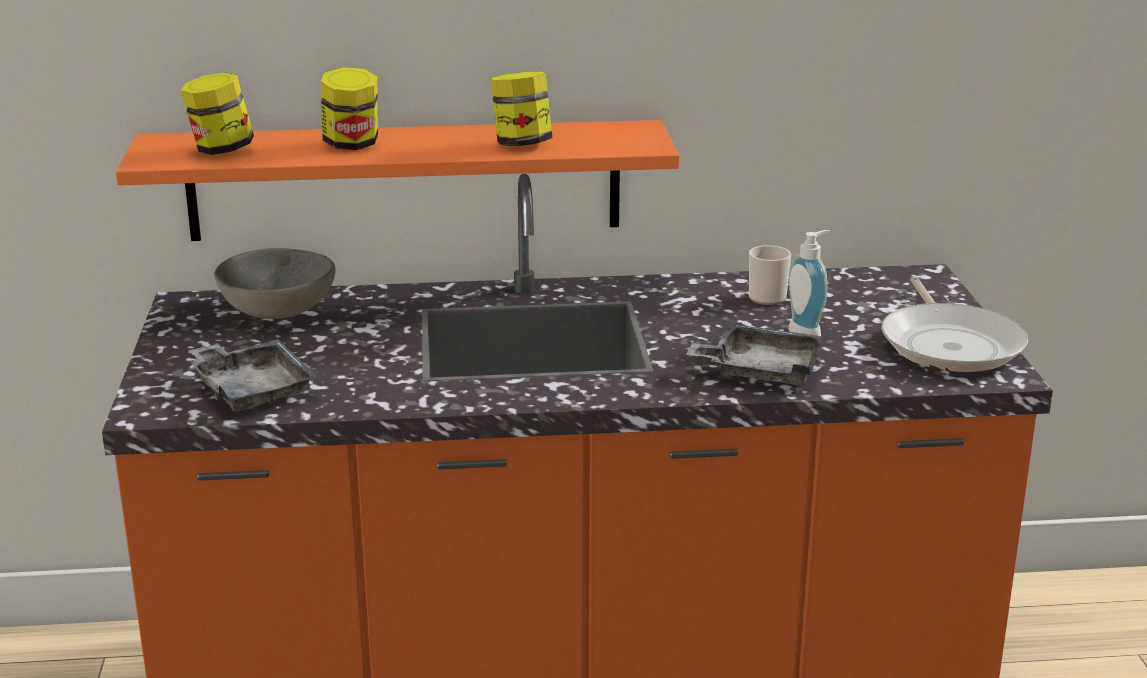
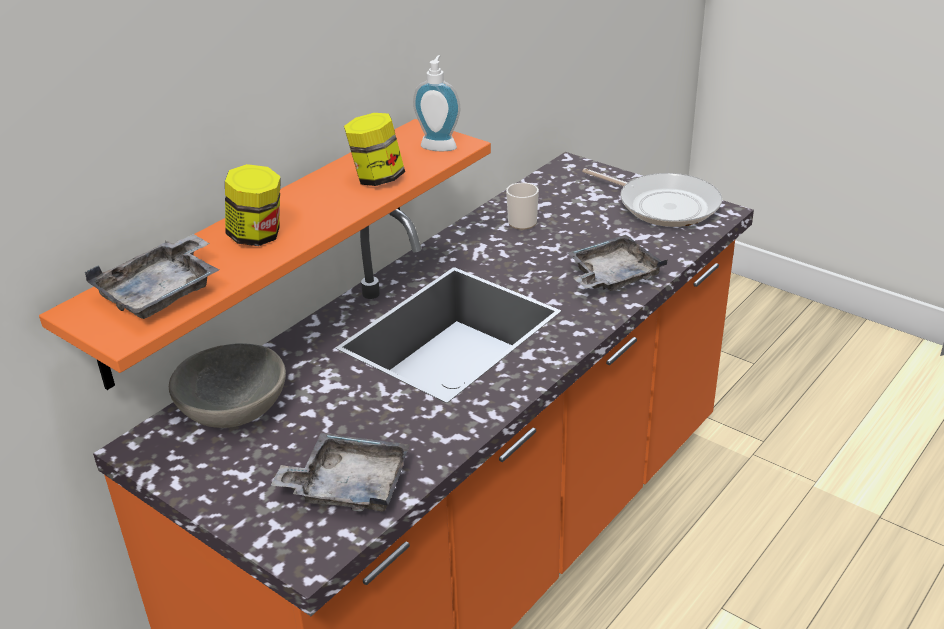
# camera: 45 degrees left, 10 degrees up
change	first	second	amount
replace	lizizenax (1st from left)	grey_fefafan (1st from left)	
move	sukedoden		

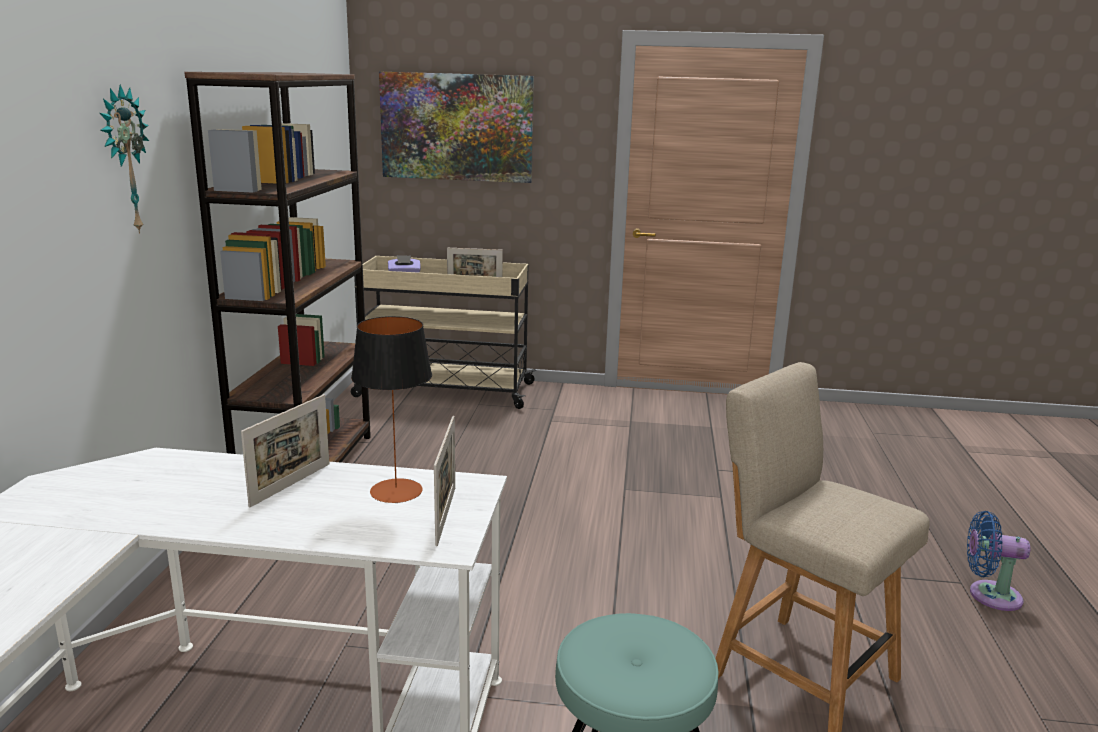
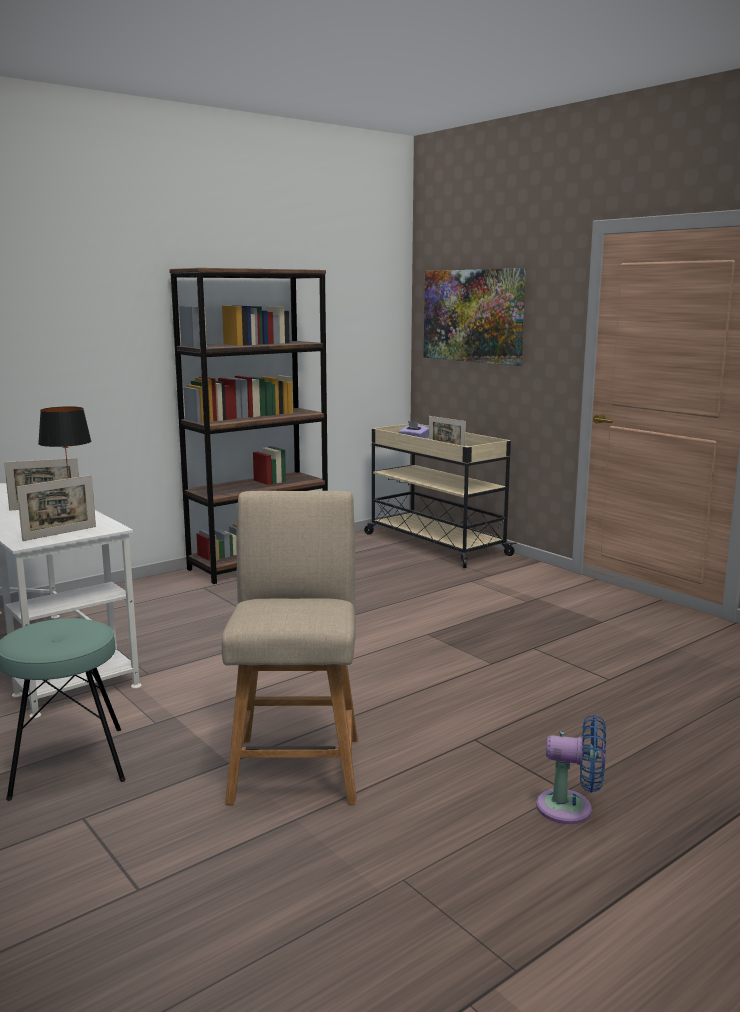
# camera: 45 degrees right, 5 degrees down
change	first	second	amount
delete	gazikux		
rotate	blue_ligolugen		135 degrees clockwise

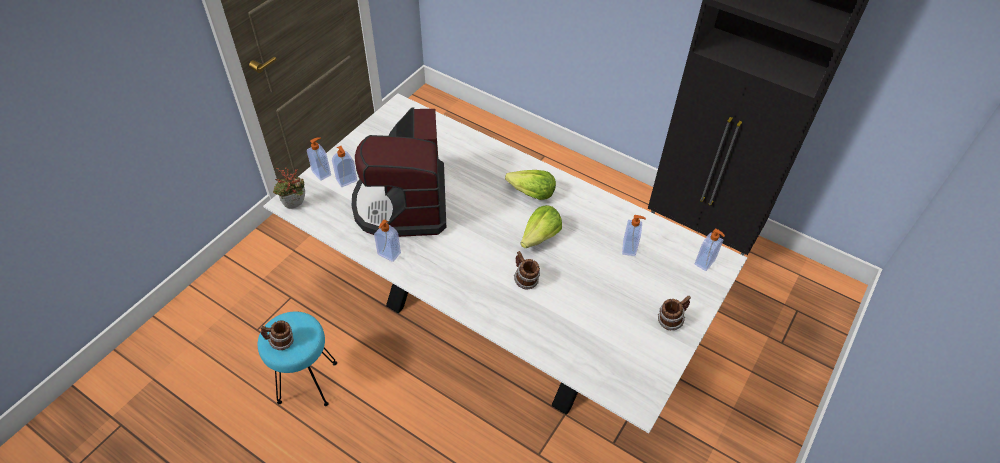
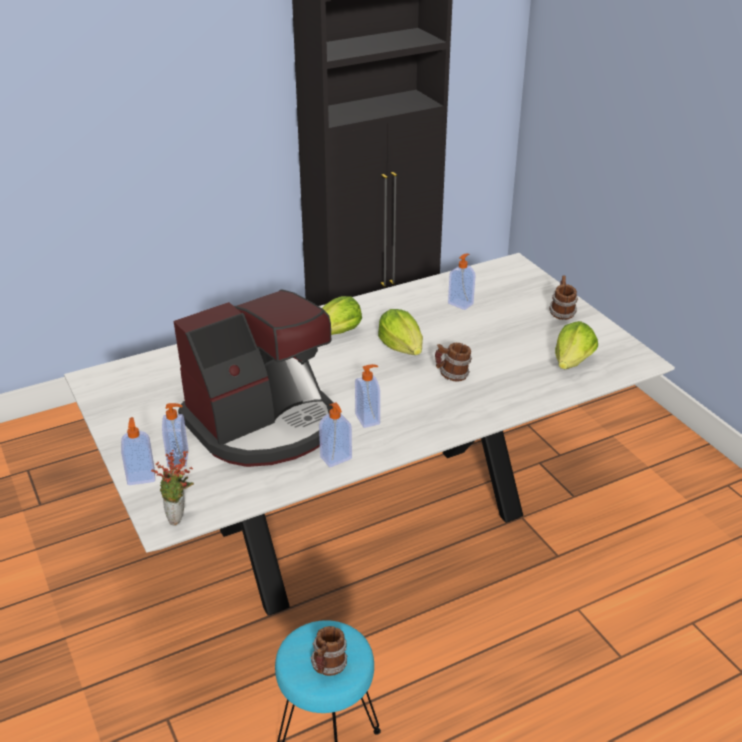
# camera: 60 degrees left, 15 degrees down
change	first	second	amount
rotate	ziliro		60 degrees counterclockwise
move	sukedoden (5th from left in the first image)	sukedoden (4th from left)	
insert		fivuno (3rd from left)	

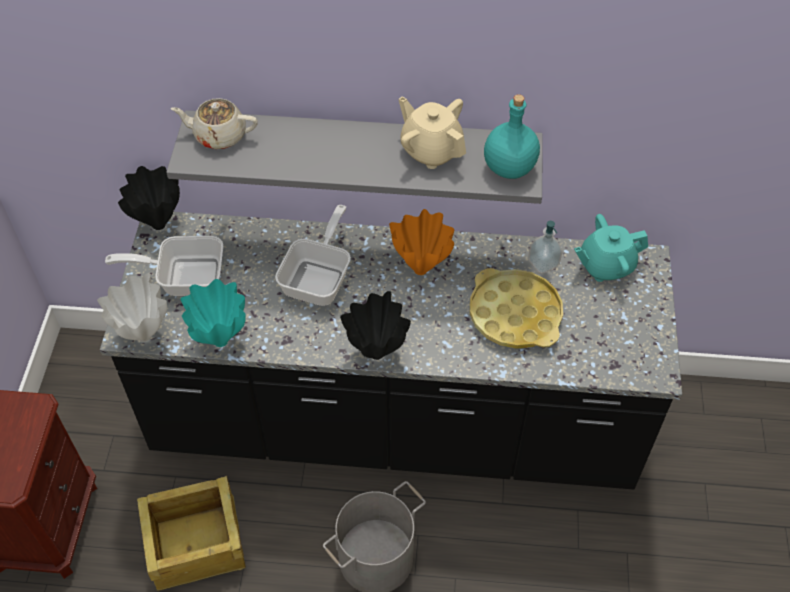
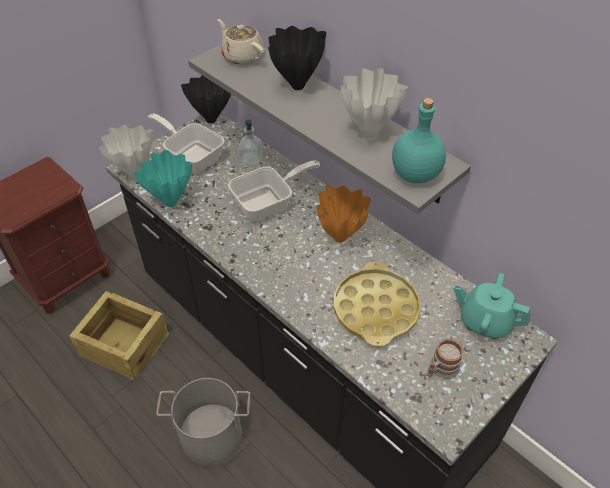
# camera: 40 degrees right, 5 degrees down
change	first	second	amount
replace	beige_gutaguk (2nd from left)	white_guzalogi (2nd from left)	
move	sukedoden		
move	black_guzalogi (2nd from left)		
insert		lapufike	

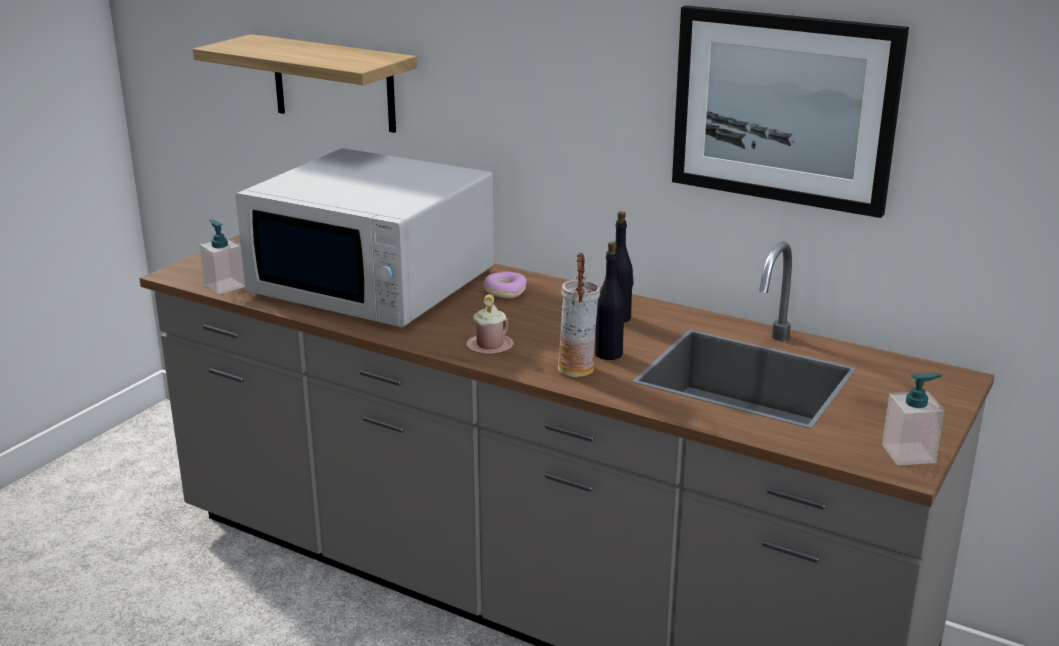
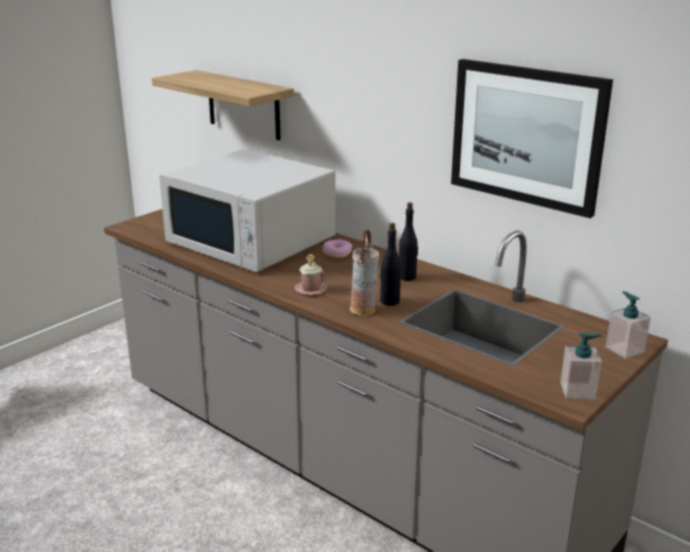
# camera: 10 degrees right, 0 degrees up
change	first	second	amount
move	sukedoden (1st from left in the first image)	sukedoden (2nd from left)	

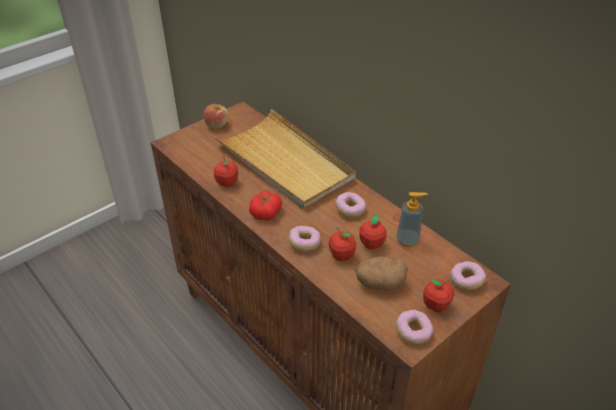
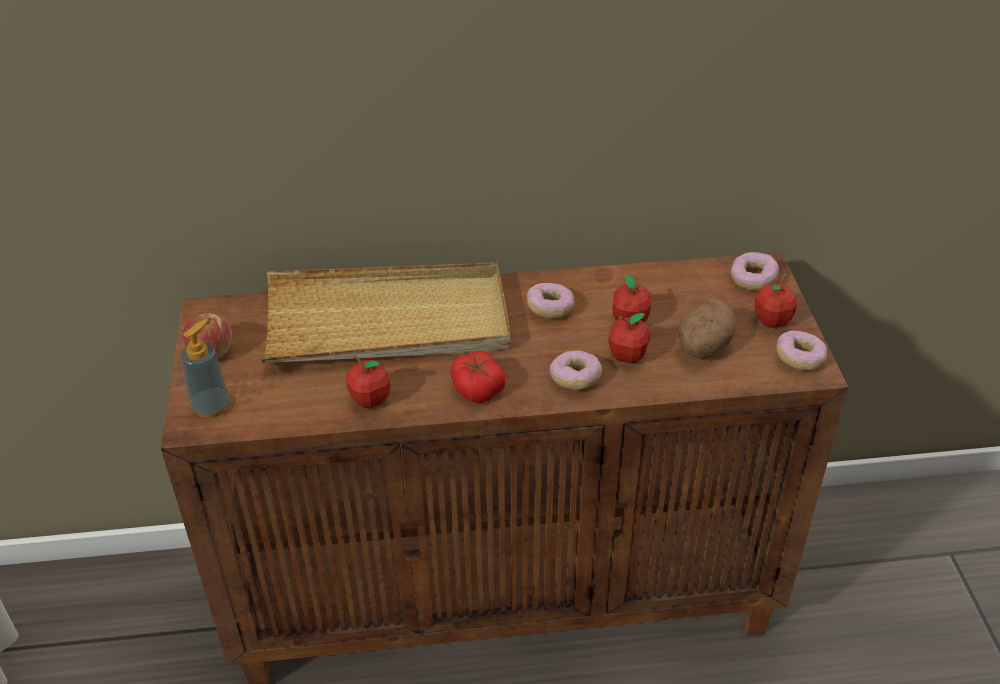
# camera: 55 degrees left, 0 degrees up
change	first	second	amount
move	sukedoden		

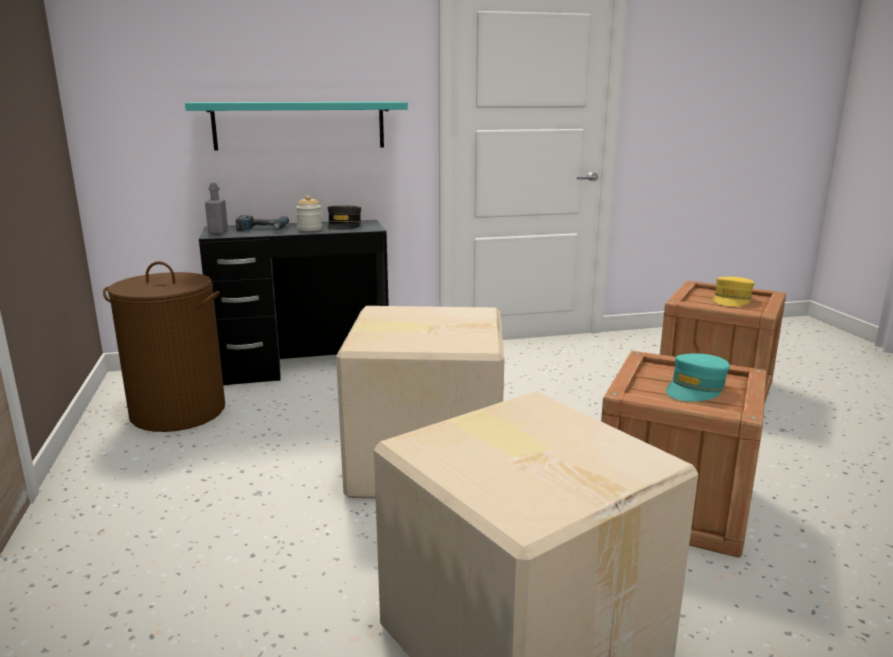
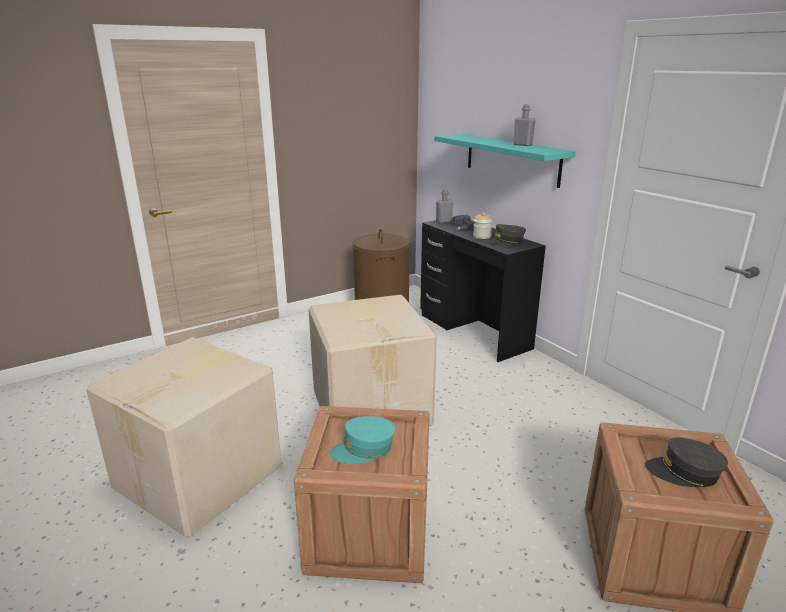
# camera: 70 degrees right, 5 degrees up
change	first	second	amount
recolor	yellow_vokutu	grey_vokutu (2nd from left)	
rotate	turquoise_vokutu		45 degrees counterclockwise
insert		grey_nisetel (2nd from left)	

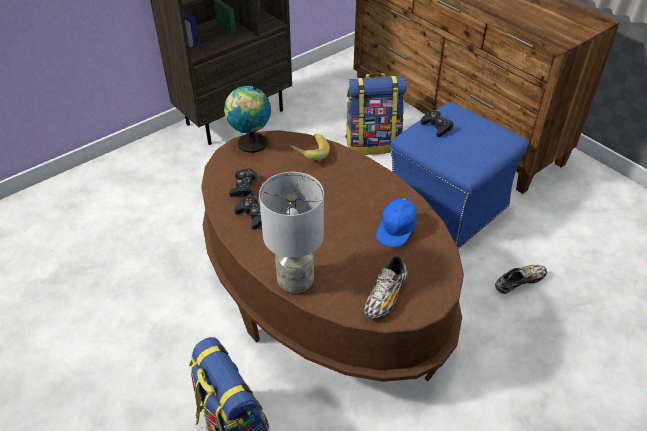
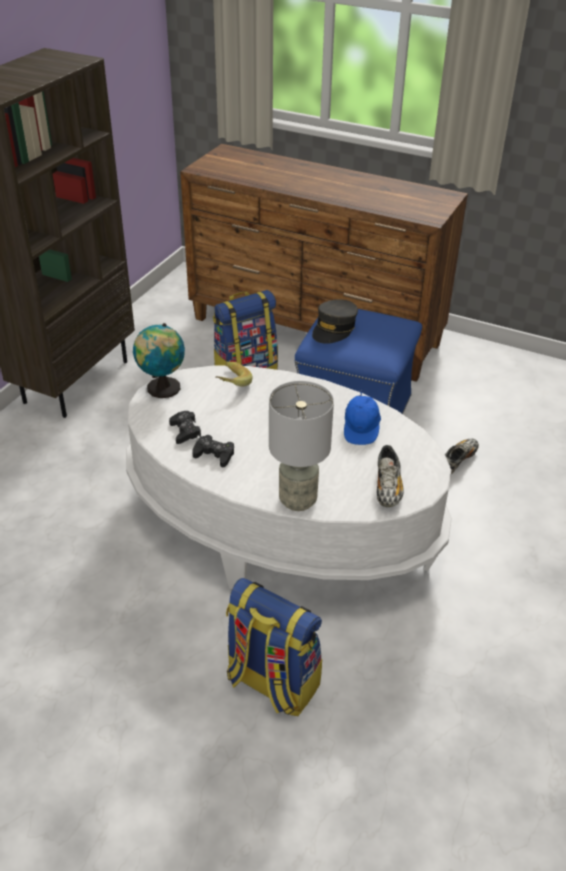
# camera: 25 degrees left, 5 degrees down
change	first	second	amount
replace	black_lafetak (3rd from left)	grey_vokutu	
recolor	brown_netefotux	white_netefotux	

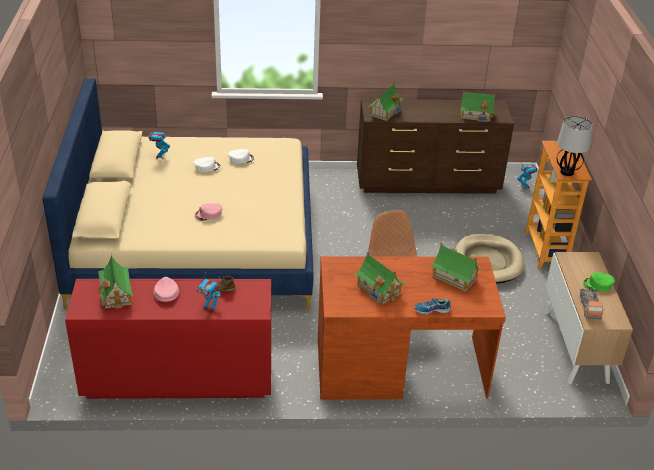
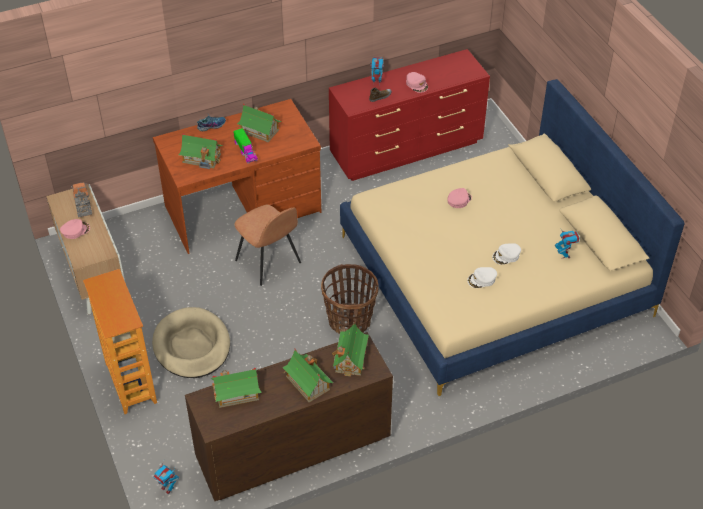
# camera: 160 degrees right, 10 degrees up
change	first	second	amount
delete	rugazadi		
move	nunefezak (1st from left in the first image)	nunefezak (4th from left)	
recolor	green_vokutu	pink_vokutu (1st from left)	
insert		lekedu (2nd from left)	
insert		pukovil	

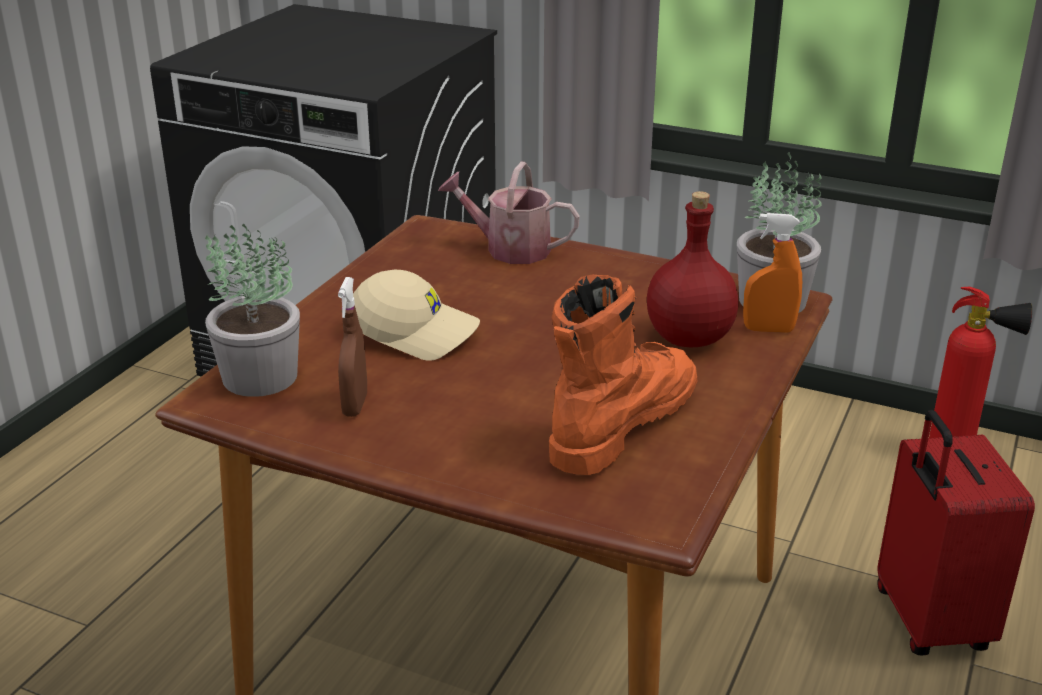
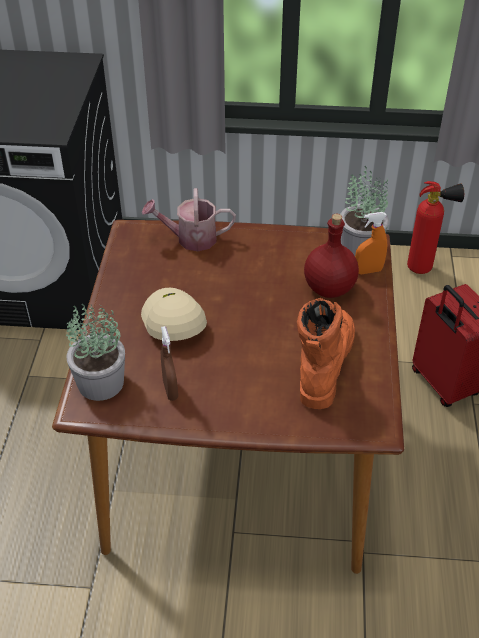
# camera: 20 degrees left, 15 degrees up
change	first	second	amount
rotate	beige_vokutu		105 degrees counterclockwise

